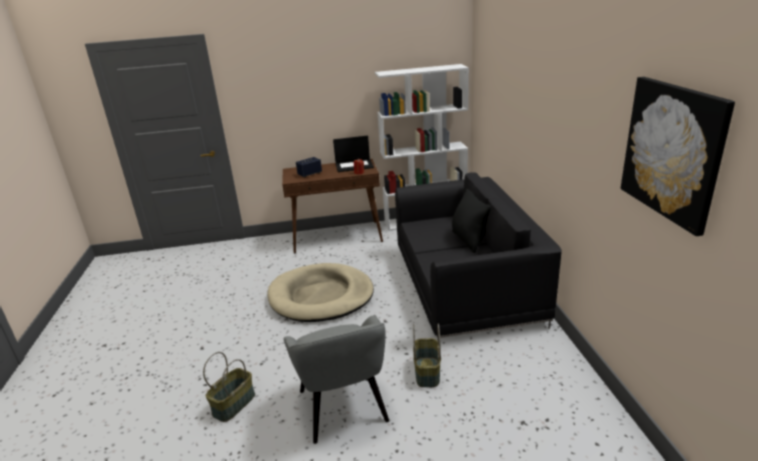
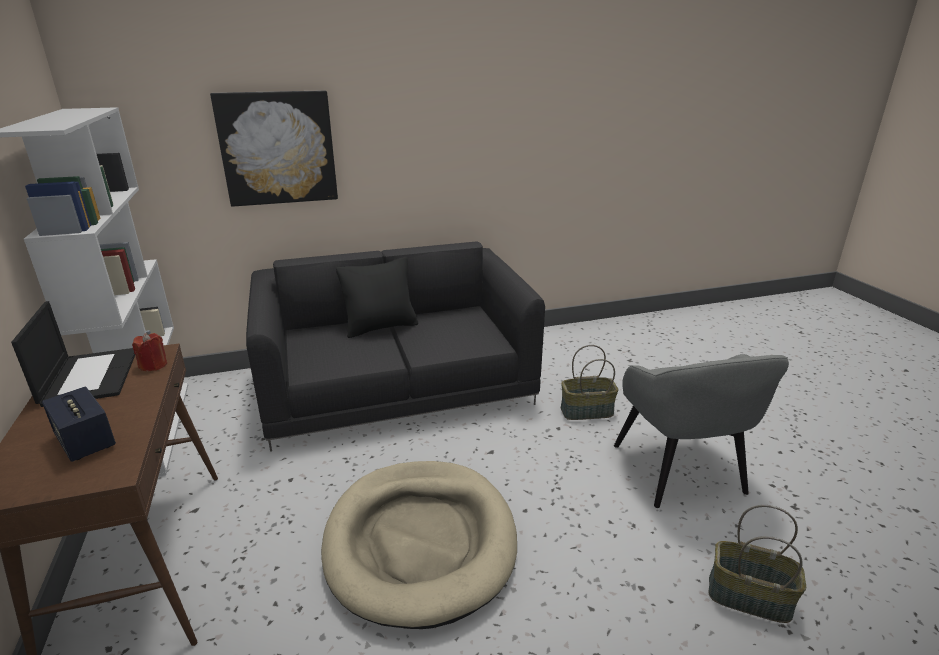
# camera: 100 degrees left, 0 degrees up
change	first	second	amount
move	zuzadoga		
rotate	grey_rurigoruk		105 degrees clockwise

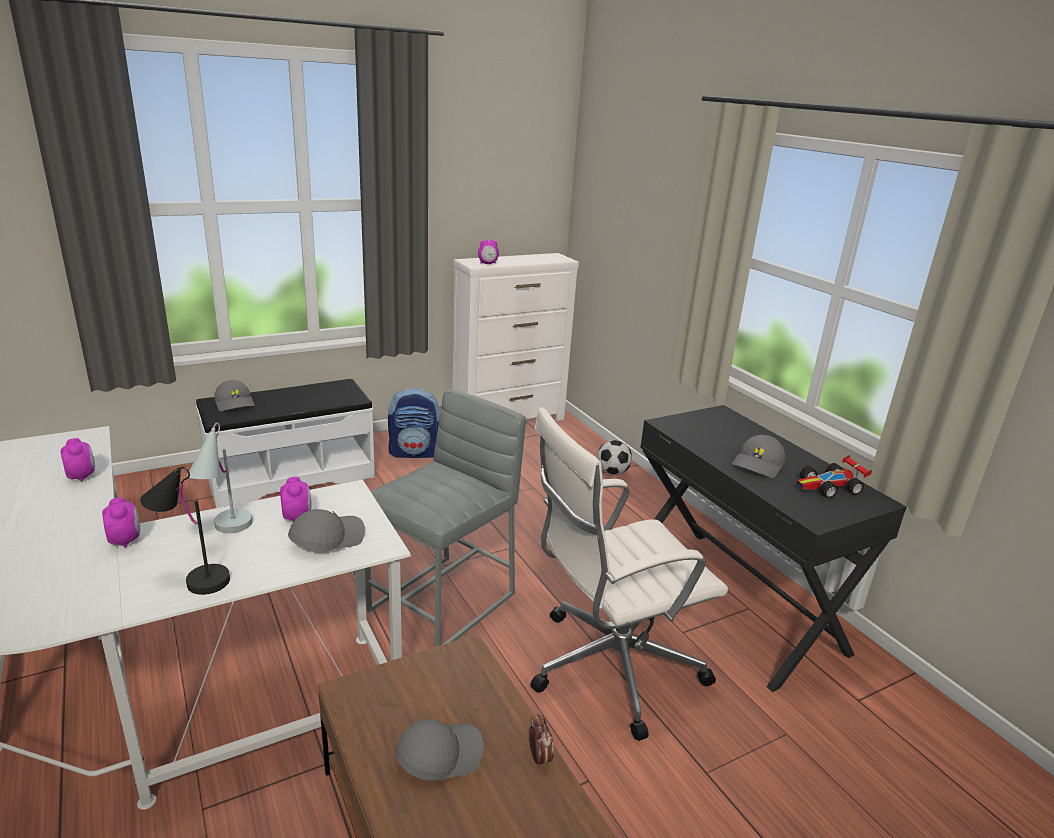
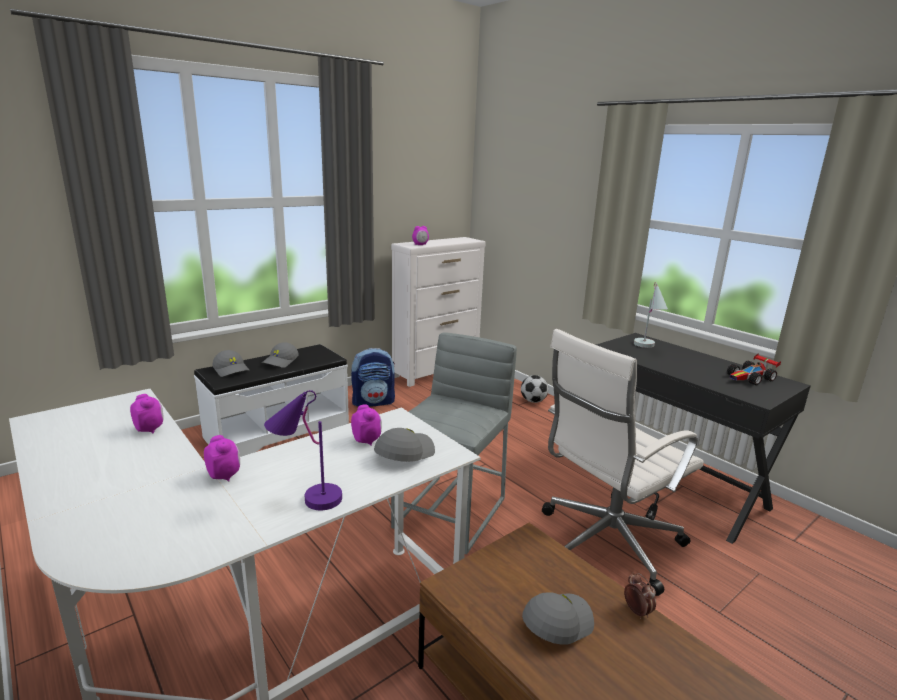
# camera: 10 degrees left, 5 degrees down
change	first	second	amount
move	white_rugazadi		
move	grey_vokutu (4th from left in the first image)	grey_vokutu (2nd from left)	
recolor	black_rugazadi	purple_rugazadi	

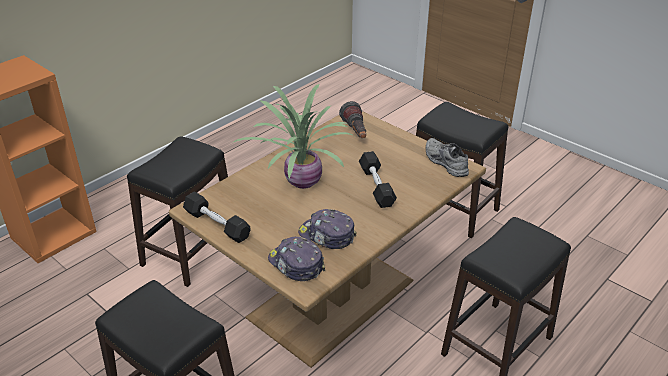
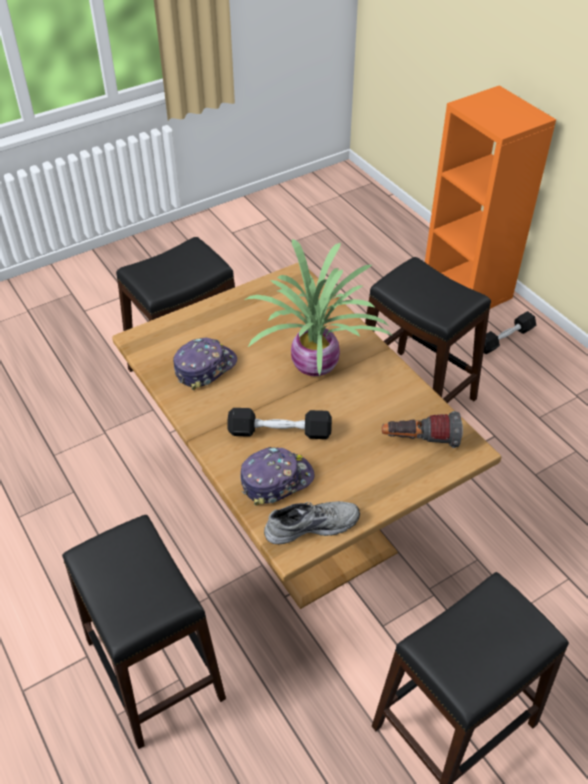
# camera: 105 degrees right, 10 degrees up
change	first	second	amount
move	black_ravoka (1st from left in the first image)	black_ravoka (2nd from left)	
move	vokutu (1st from left in the first image)	vokutu (2nd from left)	

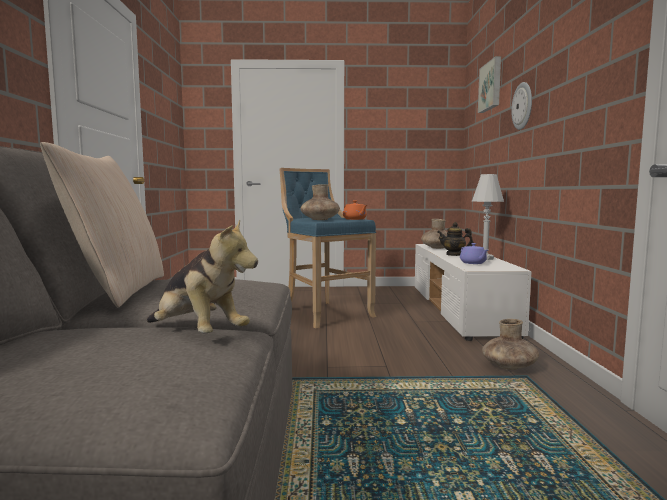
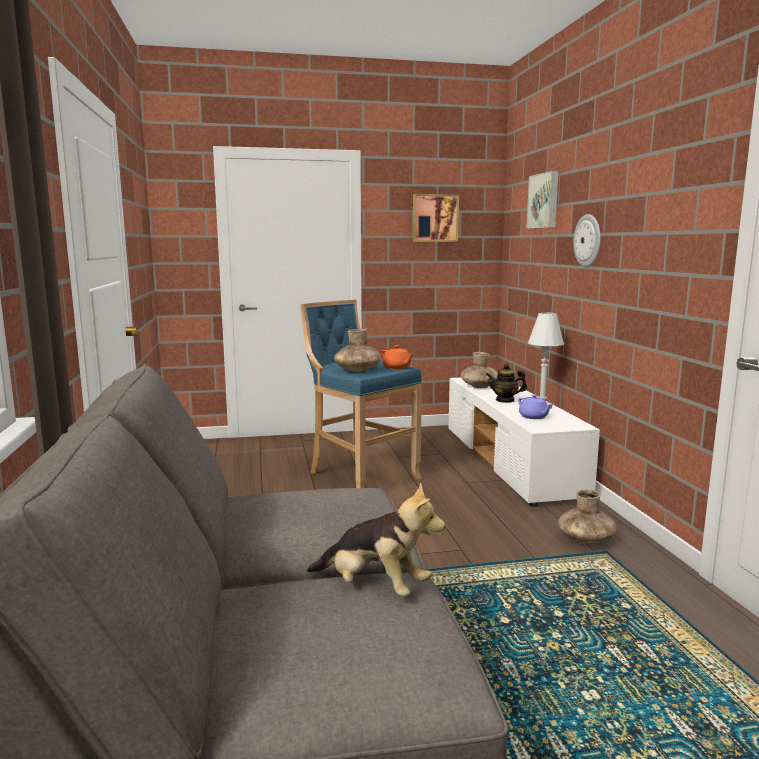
# camera: 10 degrees left, 5 degrees up
change	first	second	amount
delete	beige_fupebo		
insert		zuzadoga (1st from left)	

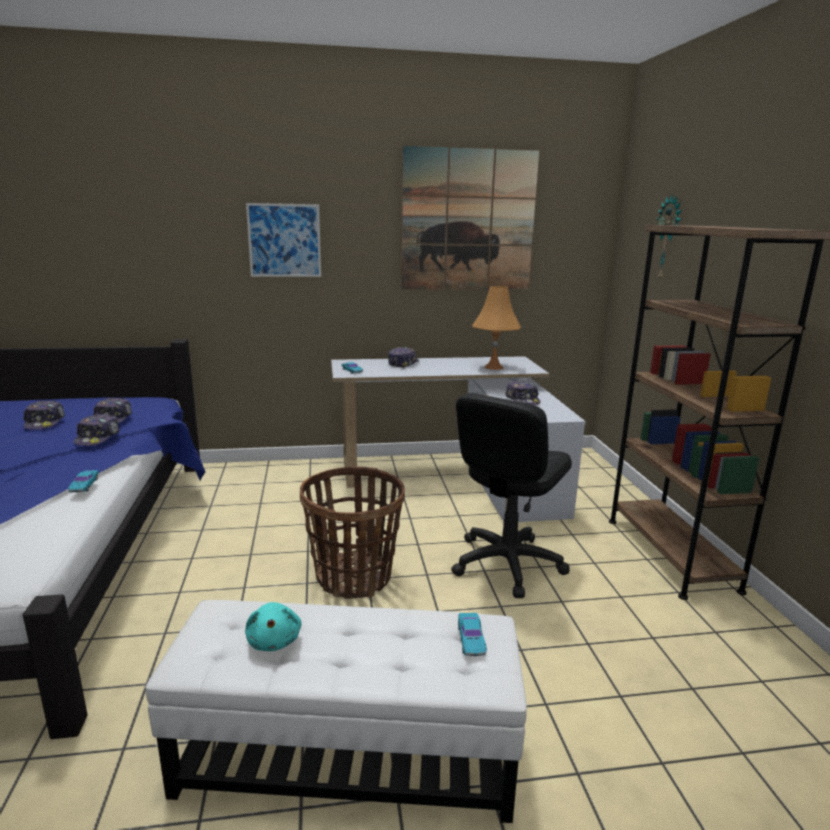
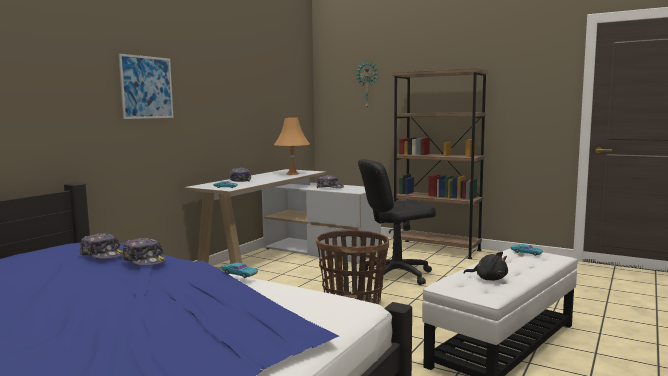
# camera: 50 degrees left, 10 degrees down
change	first	second	amount
delete	zuzadoga (2nd from left)		
rotate	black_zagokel		90 degrees clockwise
delete	vokutu (1st from left)		
recolor	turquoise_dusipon	black_dusipon	

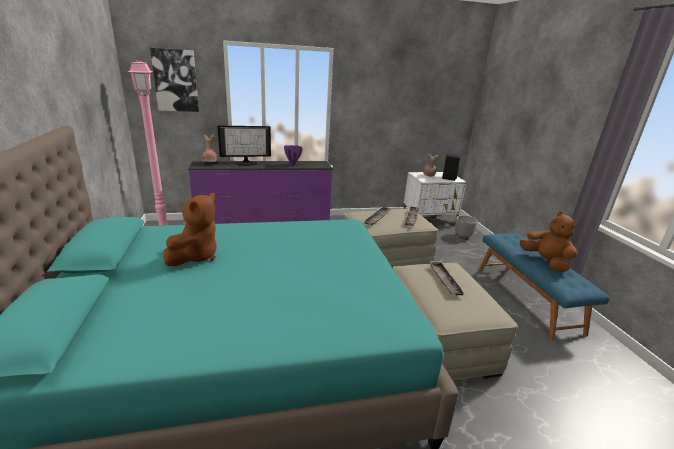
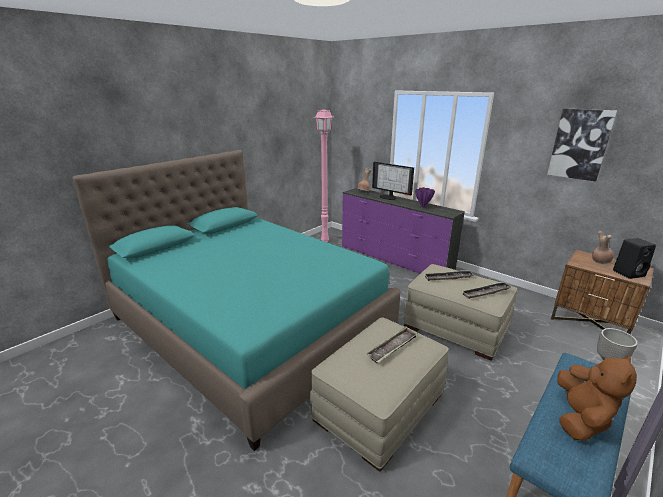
# camera: 55 degrees right, 0 degrees up
change	first	second	amount
move	zuzadoga		
recolor	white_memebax	brown_memebax	
delete	brown_dusipon (1st from left)		

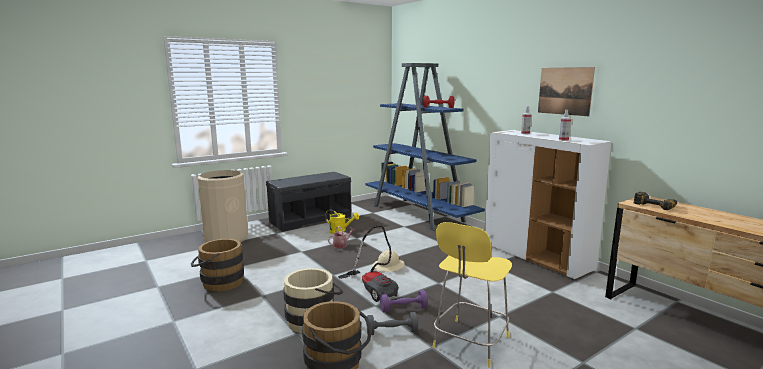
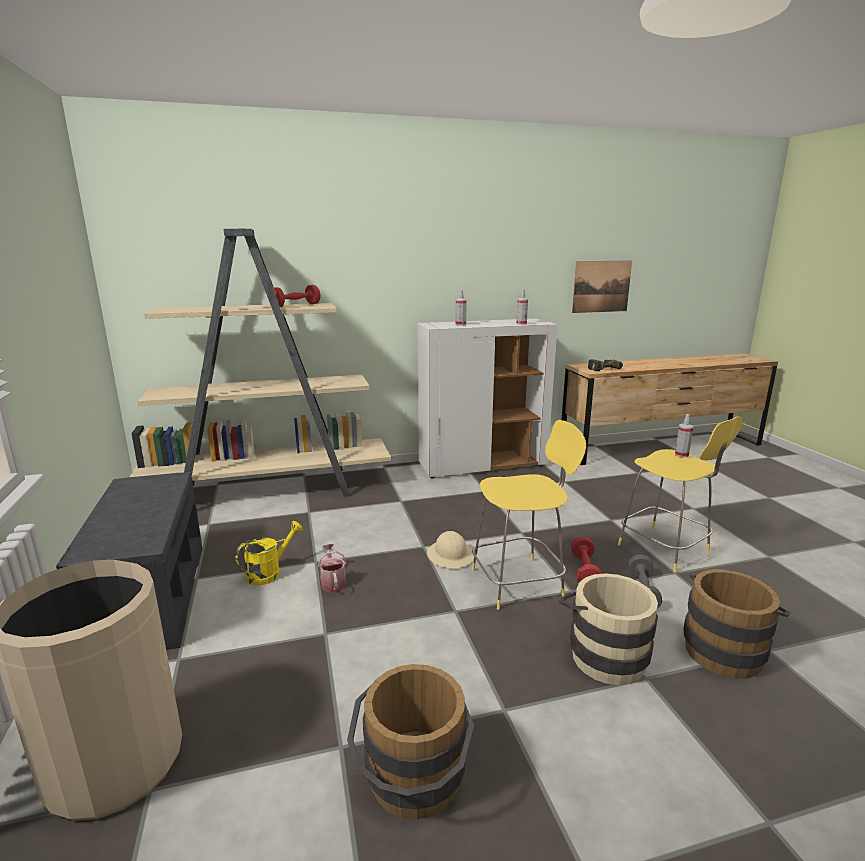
# camera: 70 degrees left, 5 degrees up
change	first	second	amount
recolor	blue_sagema	beige_sagema	
move	zuzadoga		
replace	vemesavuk	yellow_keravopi (1st from left)	
recolor	purple_ravoka	red_ravoka (2nd from left)	
insert		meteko (3rd from left)	

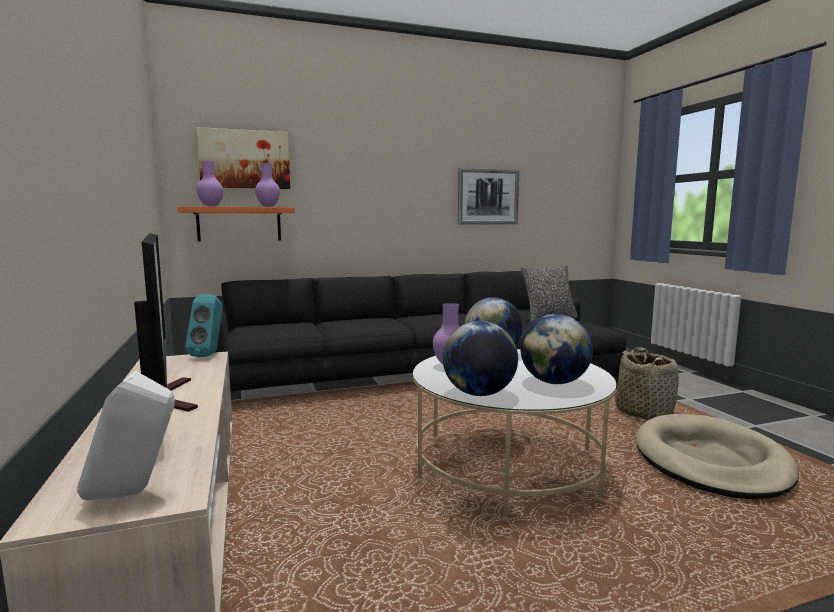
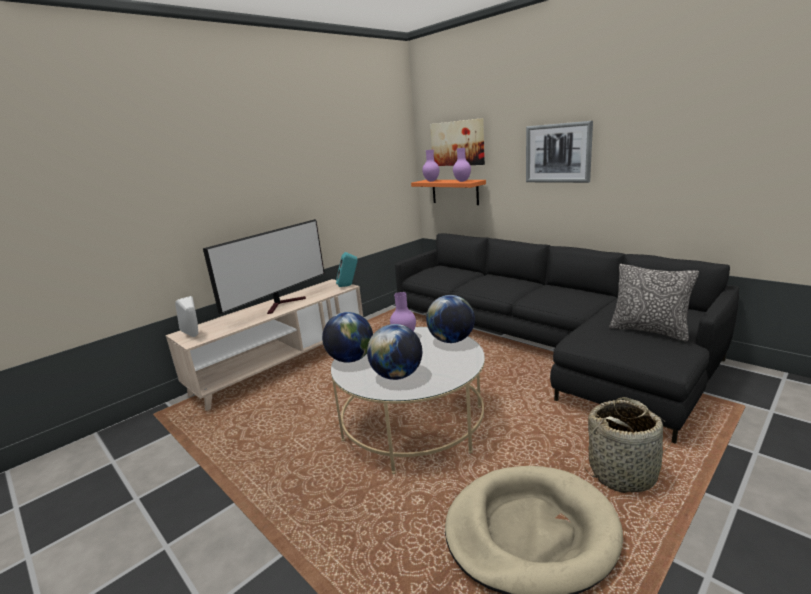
# camera: 65 degrees right, 10 degrees up
change	first	second	amount
move	zuzadoga (2nd from left)		

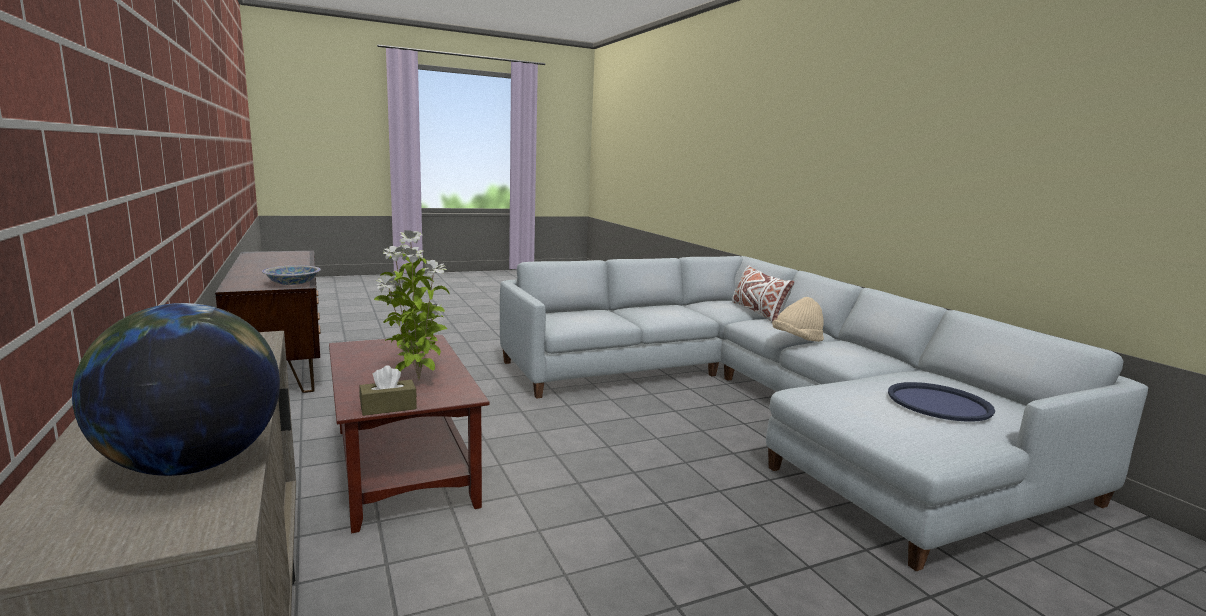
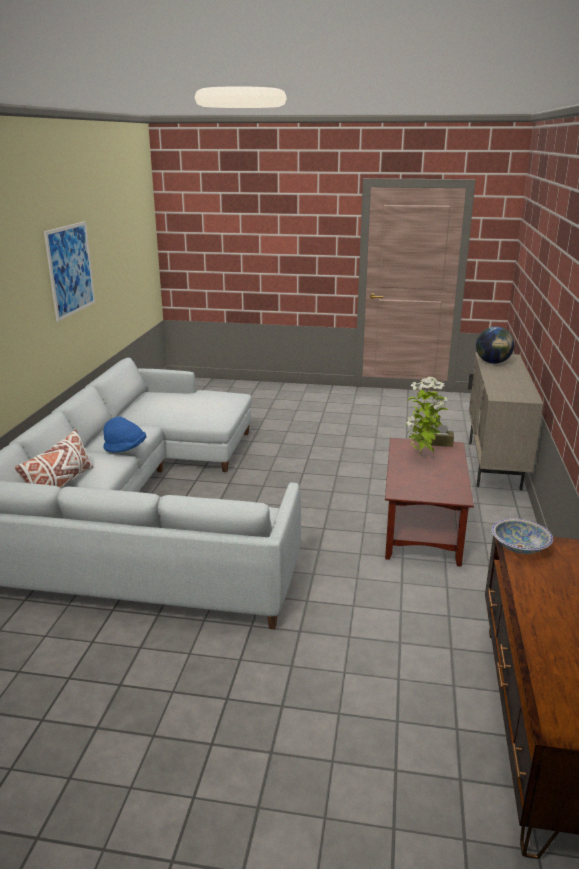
# camera: 145 degrees left, 10 degrees up
change	first	second	amount
recolor	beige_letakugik	blue_letakugik	
delete	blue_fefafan		
insert		zuzadoga	

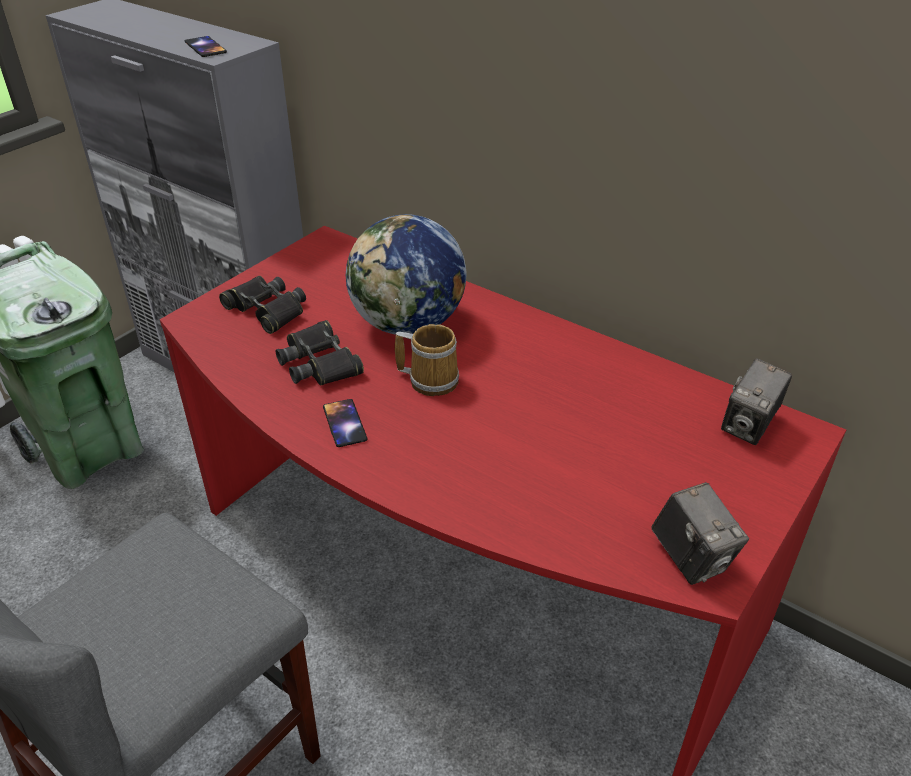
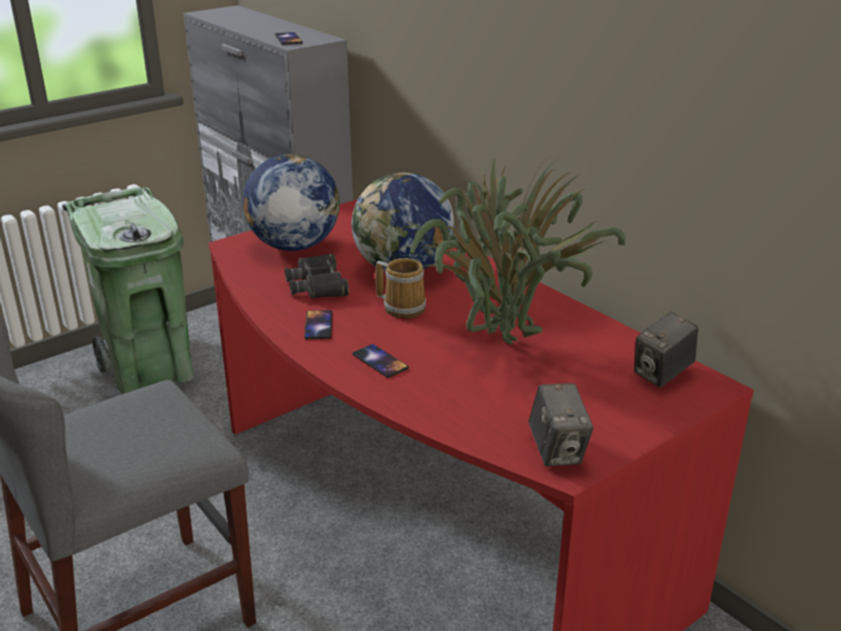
# camera: 15 degrees right, 10 degrees down
change	first	second	amount
replace	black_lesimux (1st from left)	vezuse (1st from left)	
insert		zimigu	
insert		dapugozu (3rd from left)	

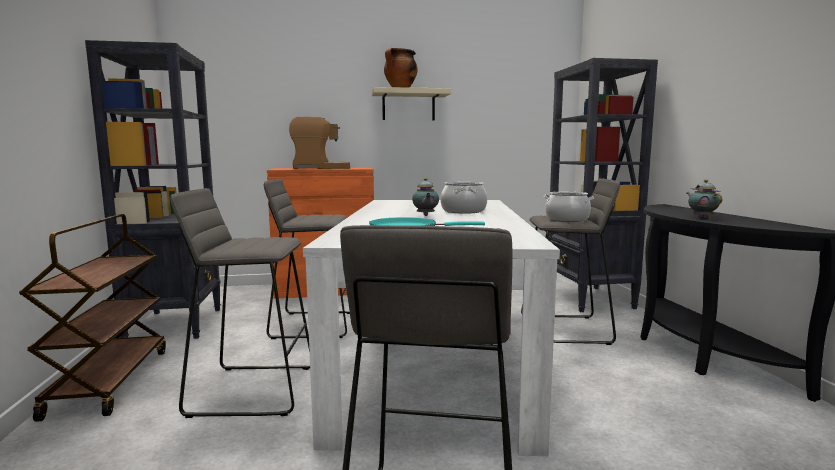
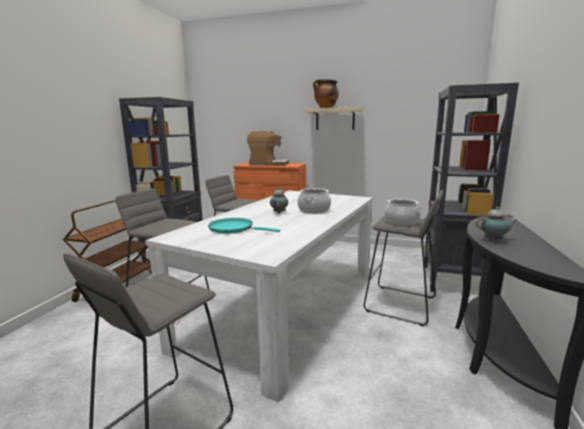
# camera: 25 degrees right, 5 degrees up
change	first	second	amount
rotate	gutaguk (2nd from left)		75 degrees clockwise

